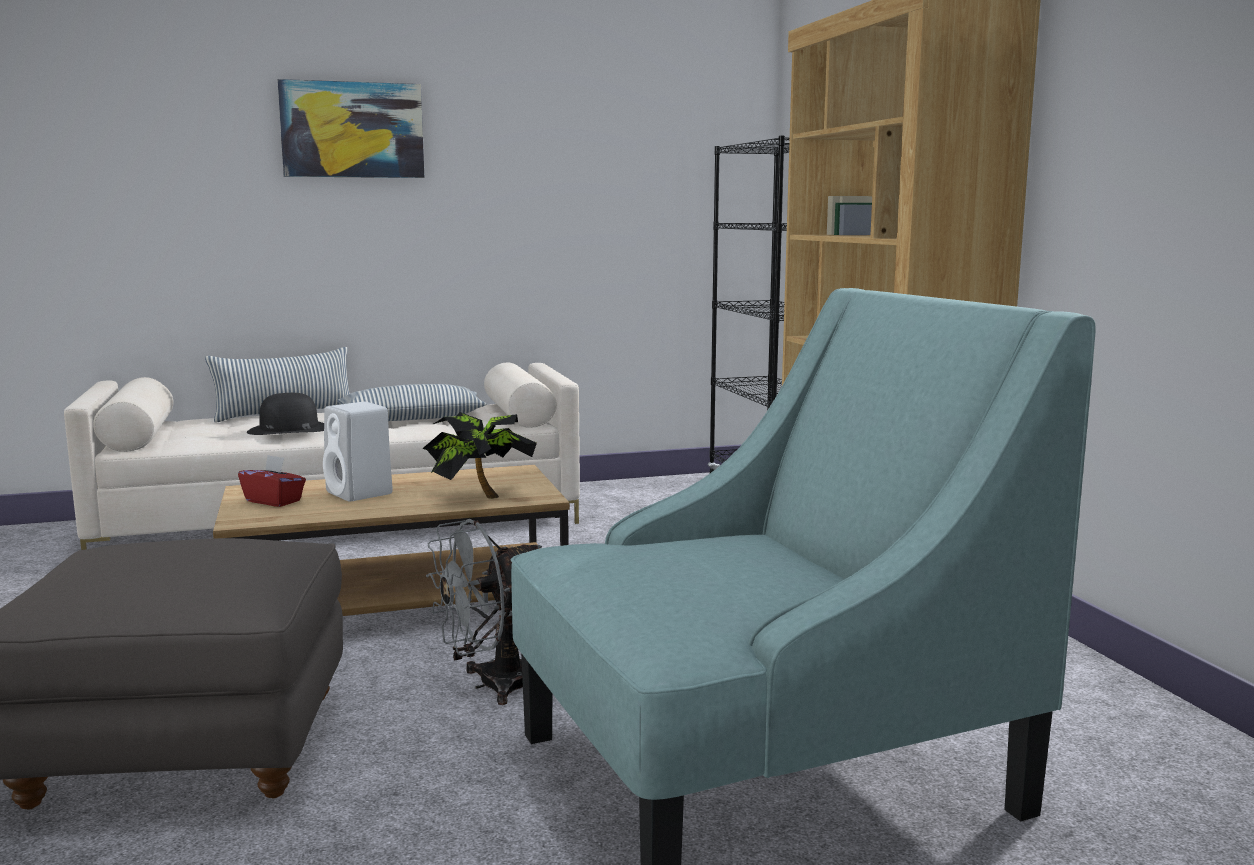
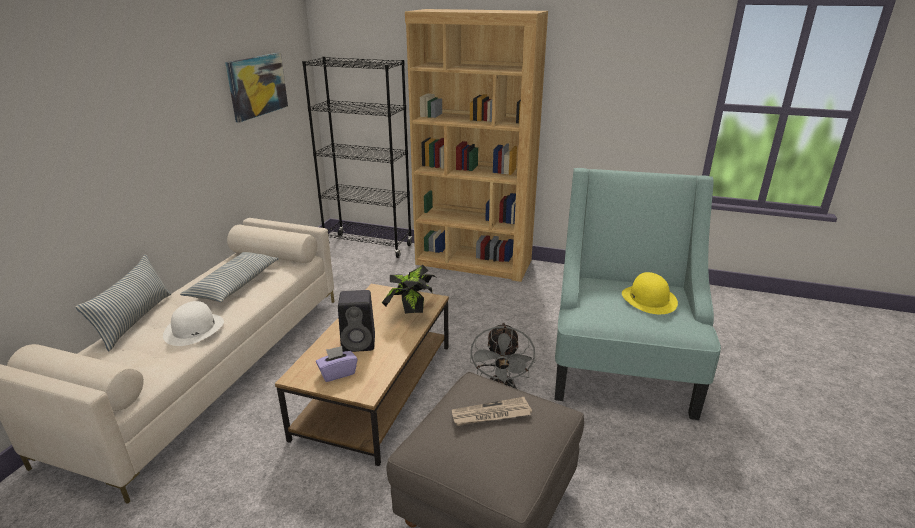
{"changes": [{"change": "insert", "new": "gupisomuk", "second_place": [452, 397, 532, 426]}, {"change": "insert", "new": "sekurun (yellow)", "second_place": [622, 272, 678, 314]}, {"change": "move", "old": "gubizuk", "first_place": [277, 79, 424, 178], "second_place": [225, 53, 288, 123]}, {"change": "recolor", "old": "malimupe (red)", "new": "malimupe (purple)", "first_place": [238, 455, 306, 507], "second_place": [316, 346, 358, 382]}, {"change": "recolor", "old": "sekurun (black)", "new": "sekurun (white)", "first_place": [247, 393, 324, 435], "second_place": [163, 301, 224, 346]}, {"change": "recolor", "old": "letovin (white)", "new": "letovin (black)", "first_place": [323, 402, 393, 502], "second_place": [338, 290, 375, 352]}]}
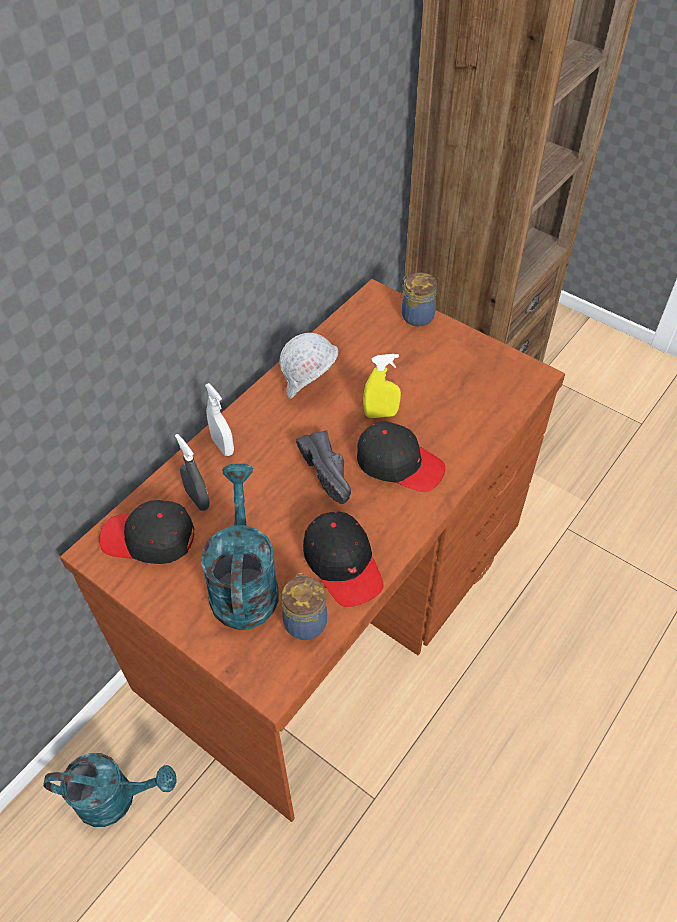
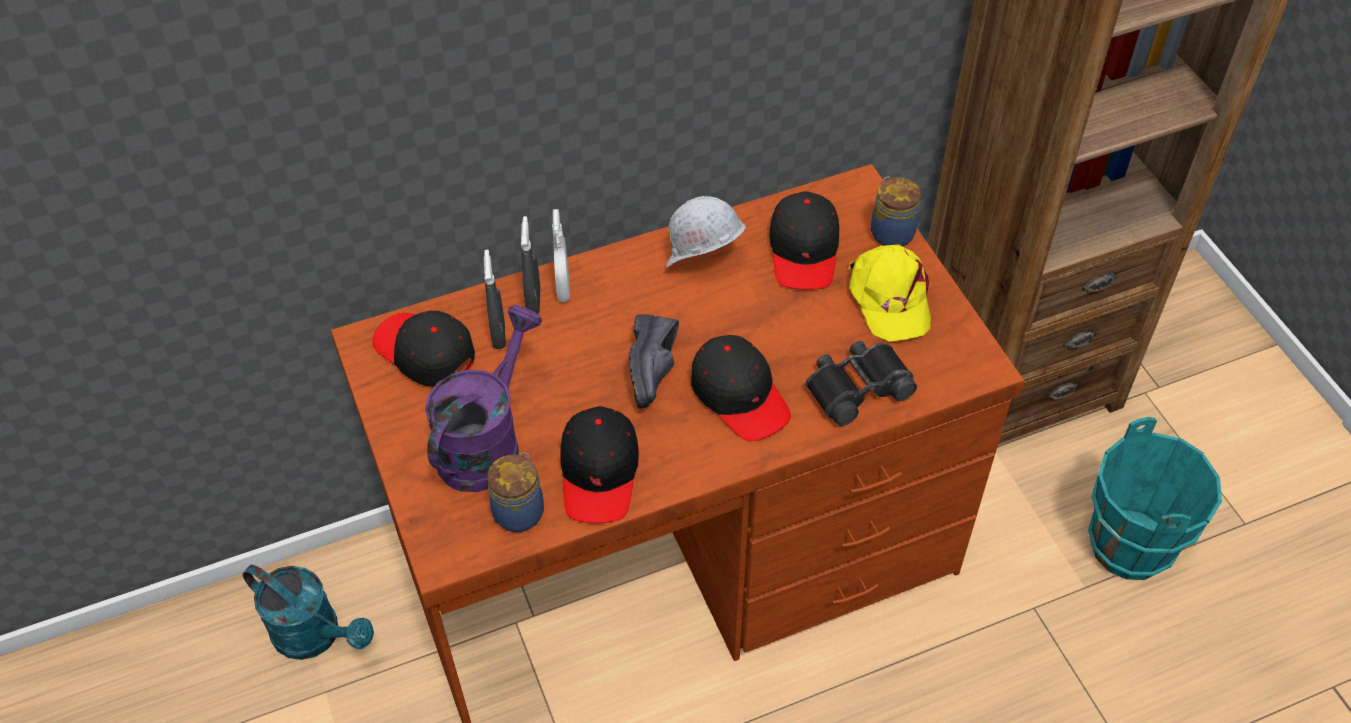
{"changes": [{"change": "delete", "old": "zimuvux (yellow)", "first_place": [363, 354, 401, 418]}, {"change": "insert", "new": "zimuvux (grey)", "second_place": [521, 216, 541, 313]}, {"change": "insert", "new": "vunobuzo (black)", "second_place": [769, 191, 839, 290]}, {"change": "insert", "new": "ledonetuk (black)", "second_place": [806, 341, 917, 426]}, {"change": "insert", "new": "vunobuzo (yellow)", "second_place": [848, 244, 931, 342]}, {"change": "insert", "new": "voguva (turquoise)", "second_place": [1088, 417, 1222, 580]}, {"change": "recolor", "old": "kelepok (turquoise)", "new": "kelepok (purple)", "first_place": [201, 463, 279, 630], "second_place": [425, 305, 543, 492]}]}
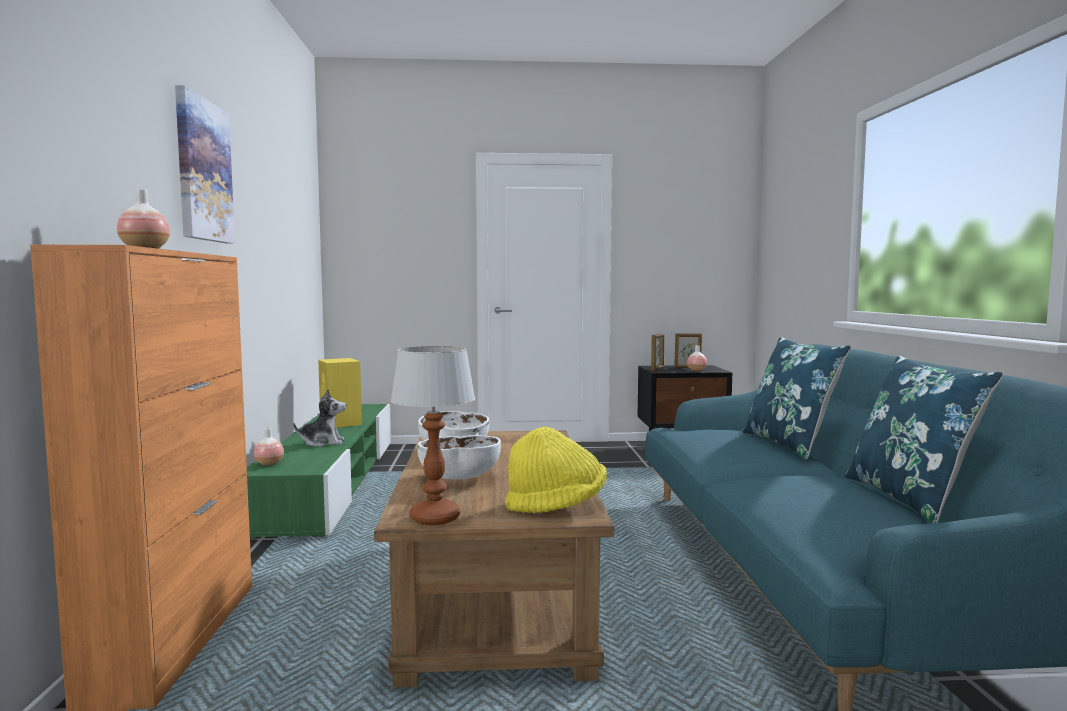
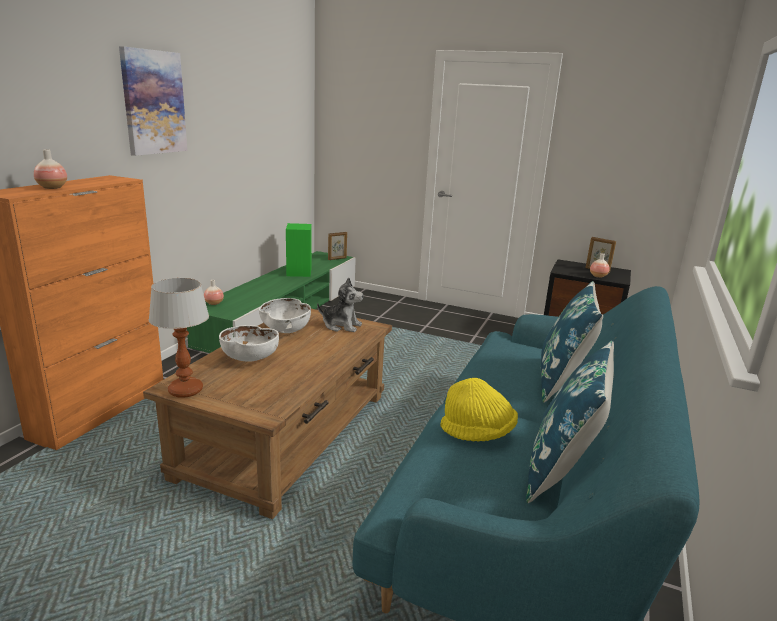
{"changes": [{"change": "move", "old": "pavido", "first_place": [293, 389, 346, 447], "second_place": [317, 277, 364, 332]}, {"change": "move", "old": "sekurun (yellow)", "first_place": [505, 427, 607, 513], "second_place": [440, 378, 518, 441]}, {"change": "move", "old": "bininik", "first_place": [651, 333, 664, 371], "second_place": [328, 232, 347, 260]}, {"change": "recolor", "old": "letovin (yellow)", "new": "letovin (green)", "first_place": [318, 358, 362, 428], "second_place": [286, 223, 311, 277]}]}
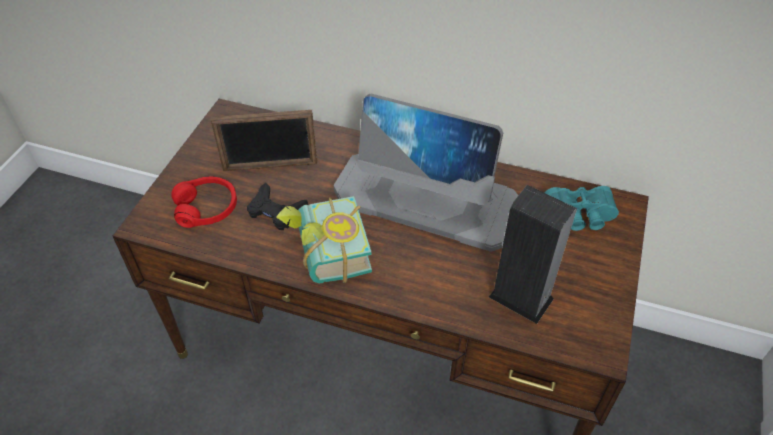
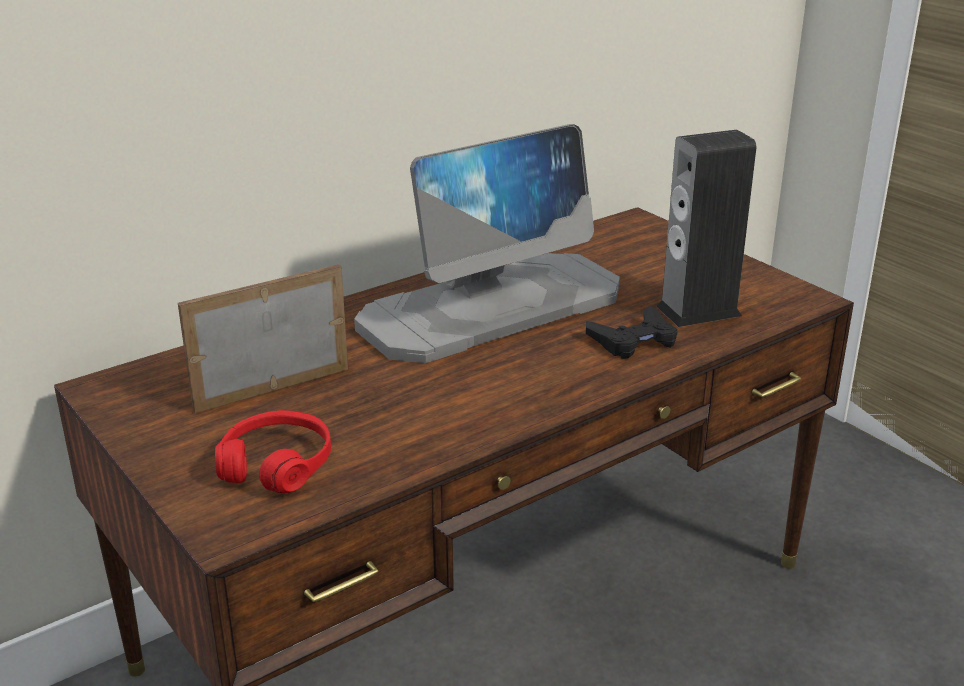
{"changes": [{"change": "delete", "old": "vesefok", "first_place": [276, 196, 372, 283]}, {"change": "delete", "old": "ledonetuk (turquoise)", "first_place": [544, 186, 619, 231]}, {"change": "move", "old": "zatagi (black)", "first_place": [247, 183, 308, 230], "second_place": [586, 306, 677, 359]}, {"change": "rotate", "old": "bininik", "first_place": [210, 110, 318, 171], "second_place": [178, 264, 348, 413], "degrees": -150}]}
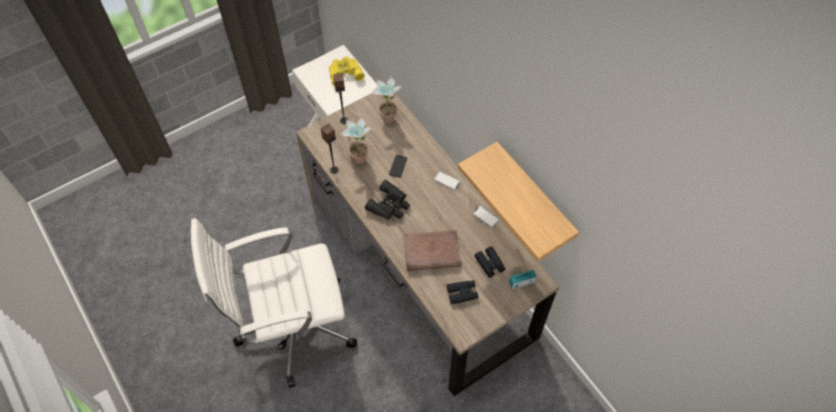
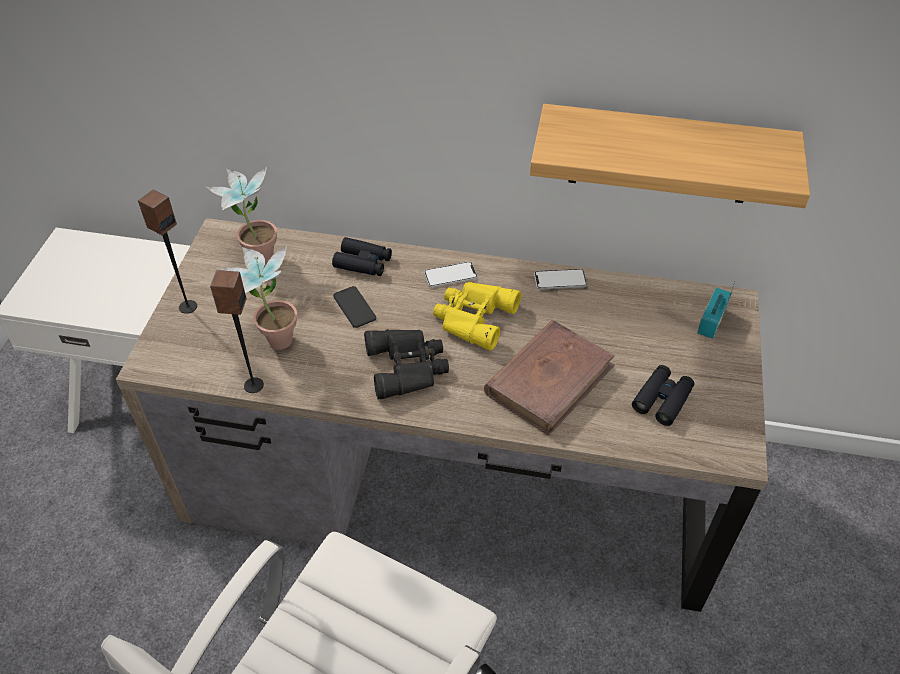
{"changes": [{"change": "move", "old": "ledonetuk (yellow)", "first_place": [329, 57, 365, 86], "second_place": [433, 282, 521, 351]}, {"change": "move", "old": "ledonetuk (black)", "first_place": [475, 246, 505, 278], "second_place": [332, 237, 392, 276]}]}
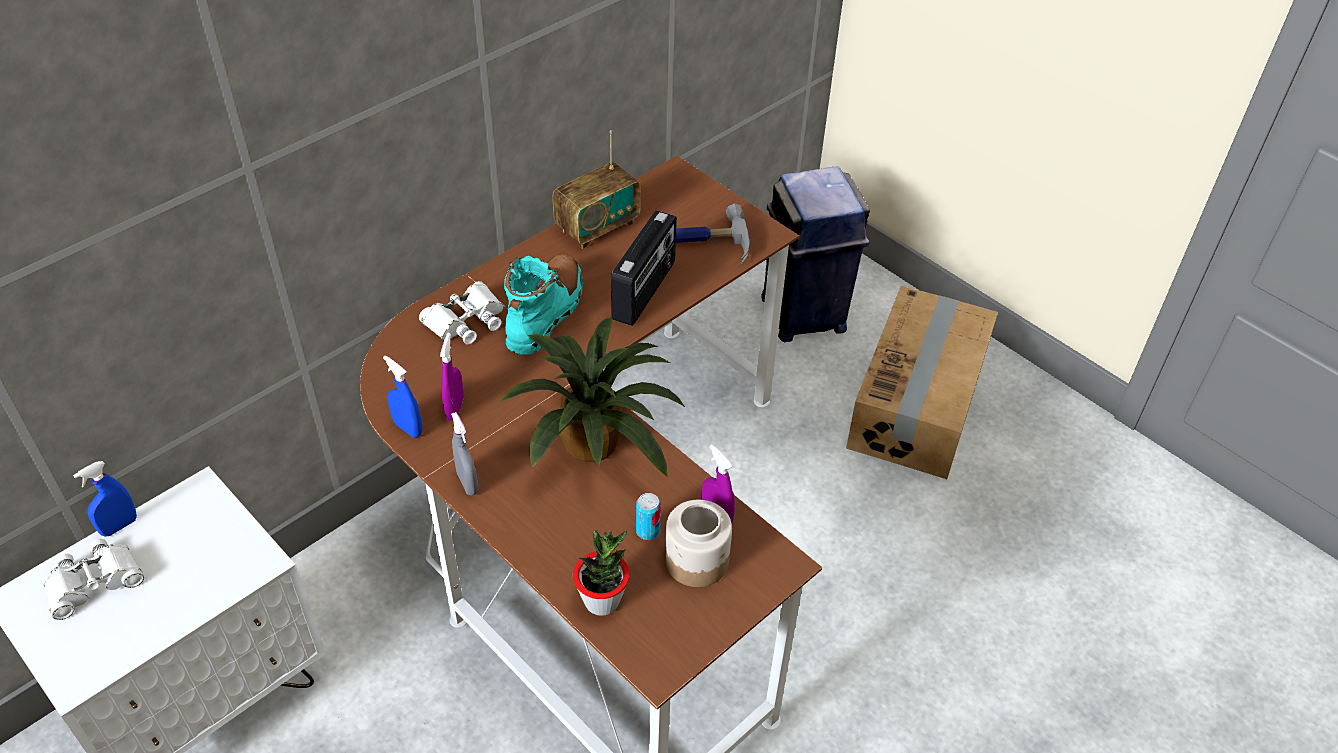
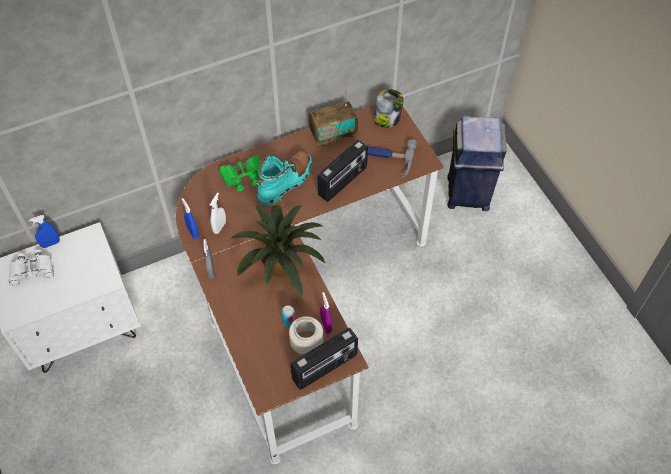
{"changes": [{"change": "delete", "old": "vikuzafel", "first_place": [573, 530, 630, 616]}, {"change": "delete", "old": "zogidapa", "first_place": [846, 286, 998, 479]}, {"change": "insert", "new": "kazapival", "second_place": [291, 328, 358, 390]}, {"change": "insert", "new": "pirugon", "second_place": [373, 89, 404, 128]}, {"change": "recolor", "old": "ledonetuk (white)", "new": "ledonetuk (green)", "first_place": [419, 281, 504, 344], "second_place": [219, 156, 261, 191]}, {"change": "recolor", "old": "zimuvux (purple)", "new": "zimuvux (white)", "first_place": [440, 333, 464, 421], "second_place": [210, 193, 226, 234]}]}
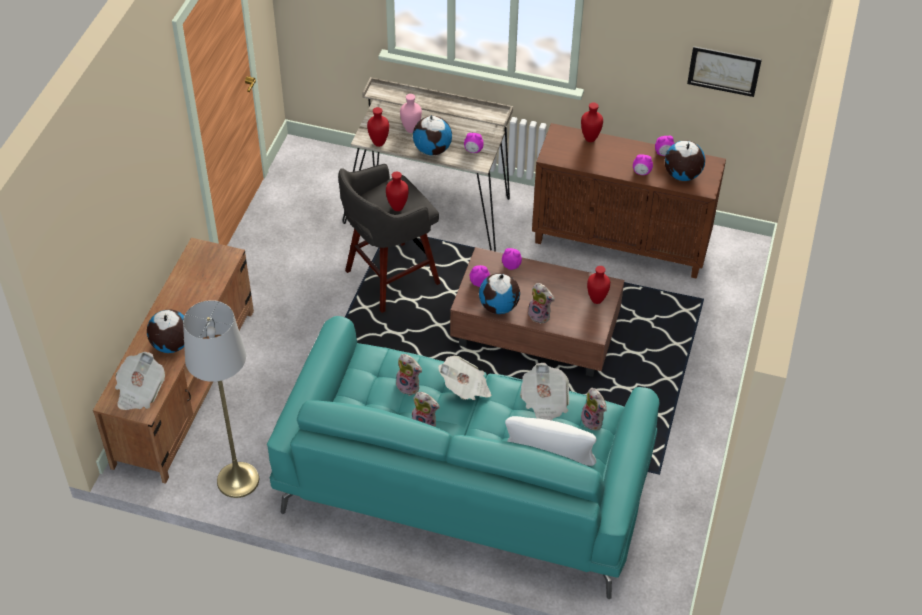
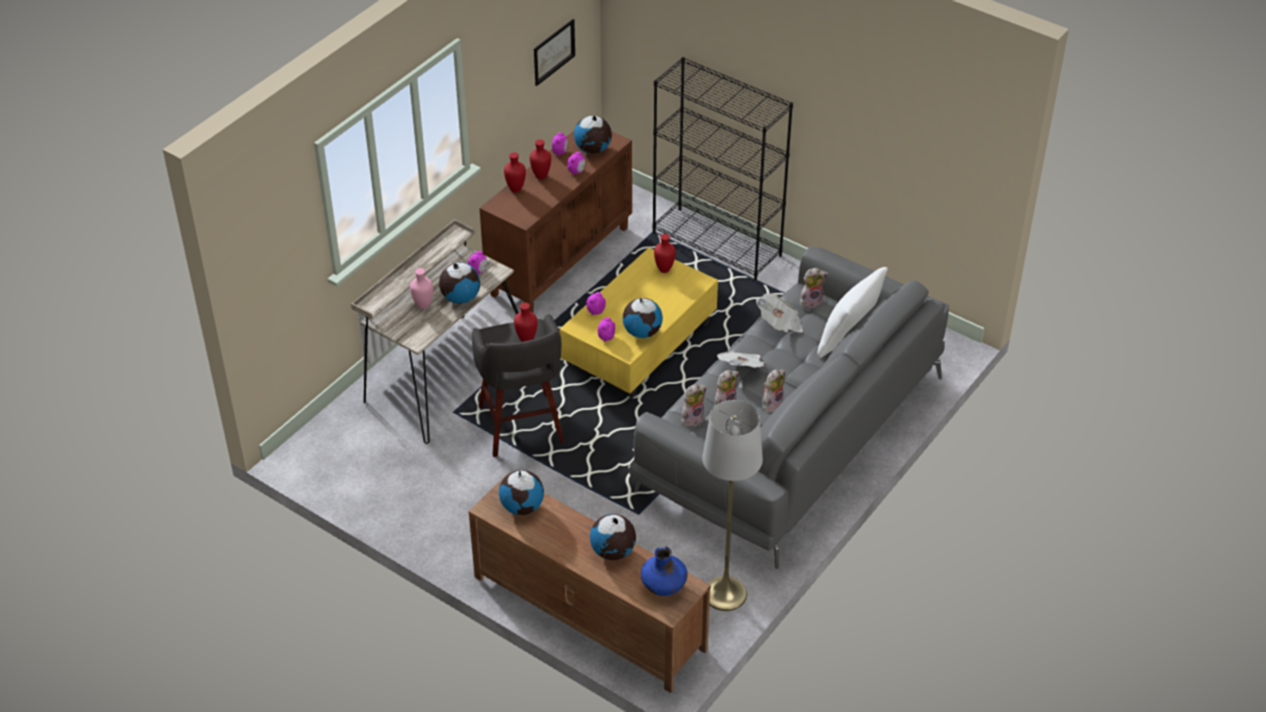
{"changes": [{"change": "insert", "new": "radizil", "second_place": [499, 470, 544, 515]}, {"change": "insert", "new": "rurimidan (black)", "second_place": [652, 57, 793, 281]}, {"change": "move", "old": "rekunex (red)", "first_place": [367, 107, 389, 147], "second_place": [530, 139, 551, 180]}, {"change": "move", "old": "pavido", "first_place": [528, 283, 555, 324], "second_place": [681, 384, 707, 427]}, {"change": "replace", "old": "gupisomuk", "new": "rekunex (blue)", "first_place": [115, 352, 165, 410], "second_place": [641, 546, 687, 596]}, {"change": "recolor", "old": "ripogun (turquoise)", "new": "ripogun (grey)", "first_place": [267, 316, 660, 599], "second_place": [629, 247, 949, 569]}, {"change": "recolor", "old": "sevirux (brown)", "new": "sevirux (yellow)", "first_place": [450, 247, 624, 377], "second_place": [559, 247, 718, 399]}]}
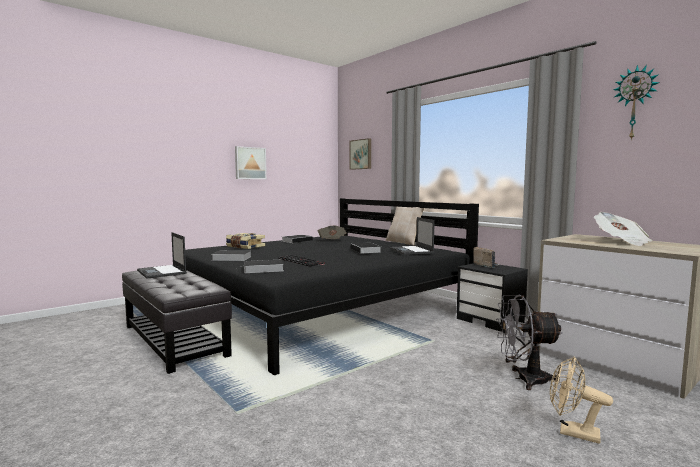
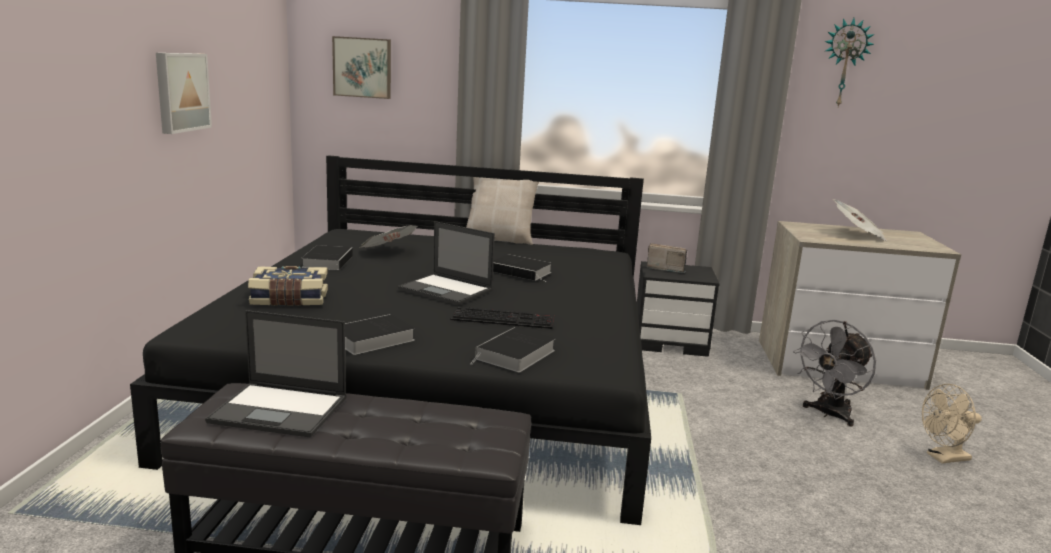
{"changes": [{"change": "move", "old": "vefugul", "first_place": [389, 217, 435, 255], "second_place": [398, 221, 495, 305]}]}
